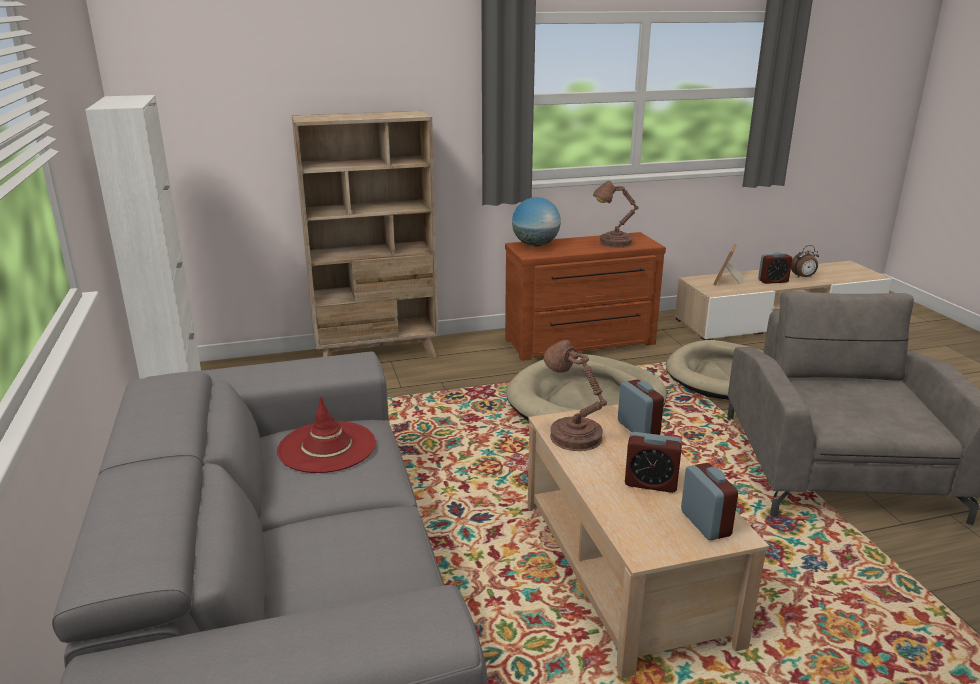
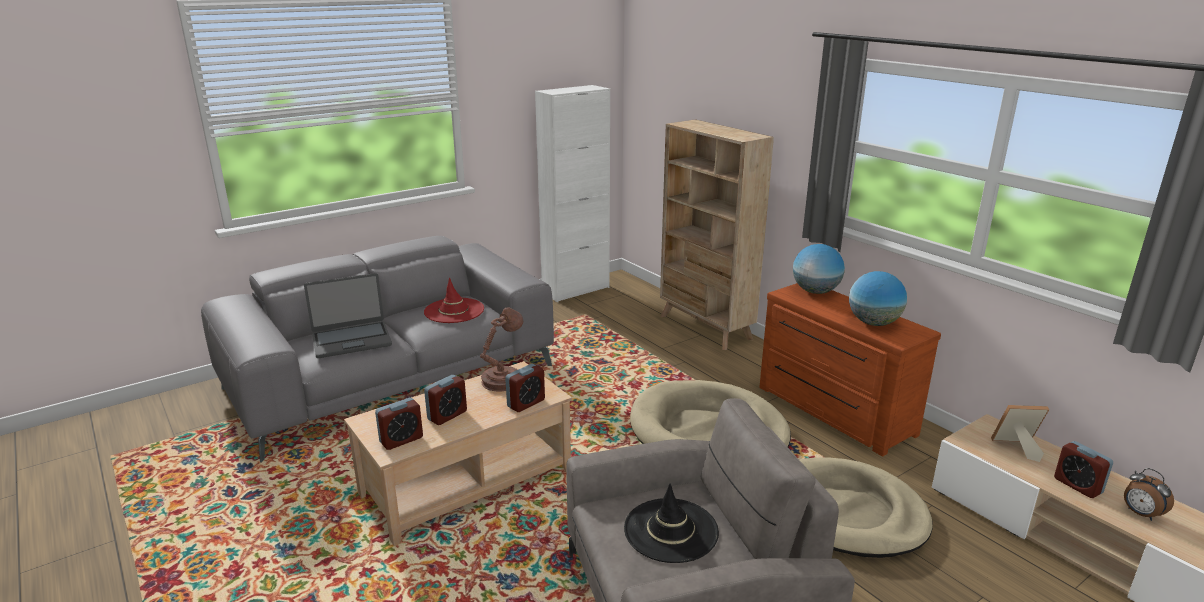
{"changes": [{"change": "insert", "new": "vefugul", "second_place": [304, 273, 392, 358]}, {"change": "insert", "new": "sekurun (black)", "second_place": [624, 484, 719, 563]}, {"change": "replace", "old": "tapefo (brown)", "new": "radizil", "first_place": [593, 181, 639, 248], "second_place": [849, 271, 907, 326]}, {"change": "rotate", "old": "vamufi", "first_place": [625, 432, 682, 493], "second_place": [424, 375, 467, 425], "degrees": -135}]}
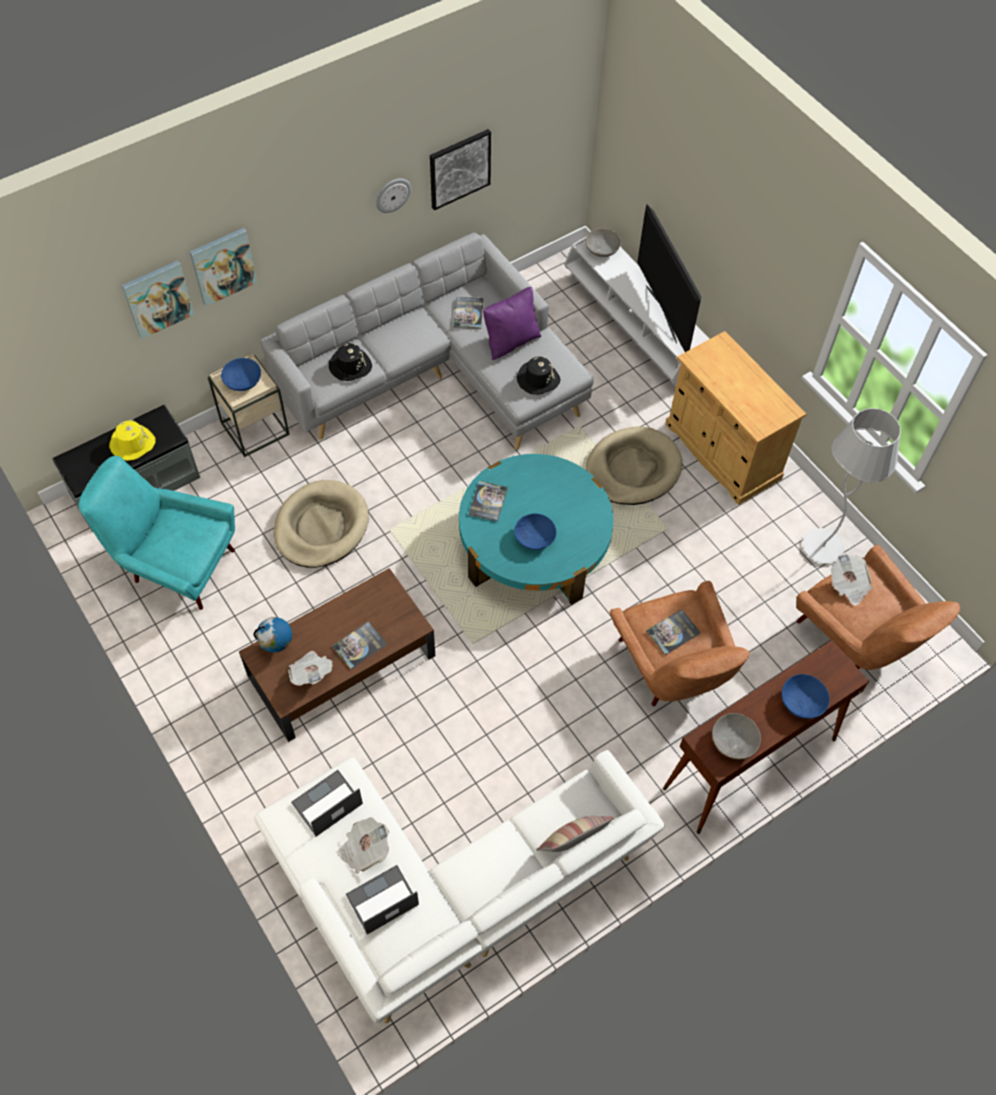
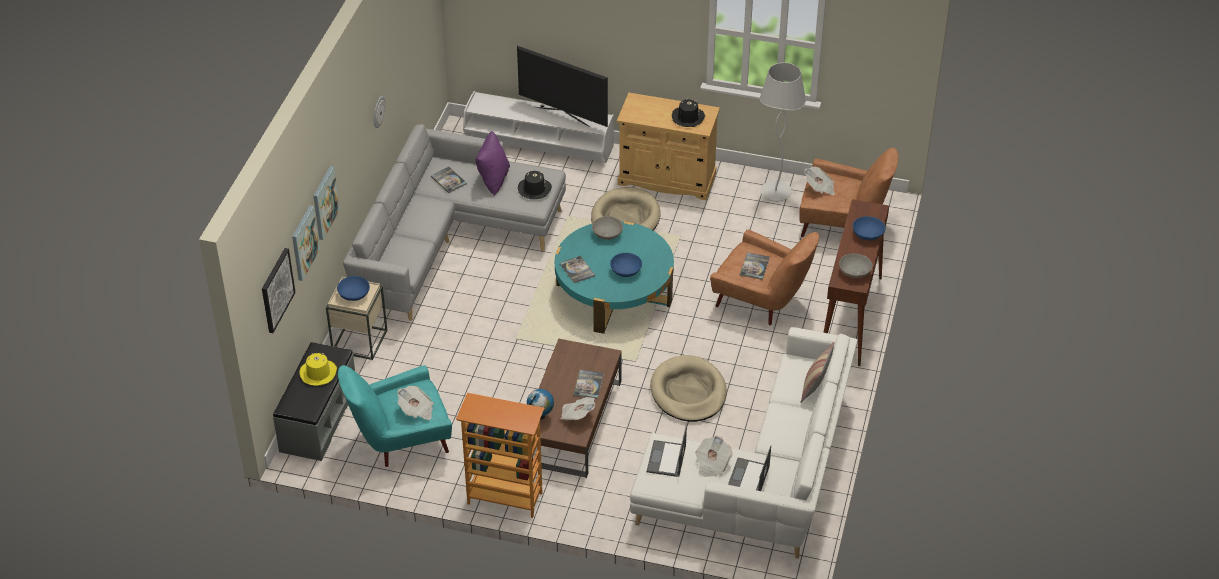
{"changes": [{"change": "insert", "new": "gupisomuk", "second_place": [397, 386, 434, 420]}, {"change": "insert", "new": "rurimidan", "second_place": [456, 393, 544, 518]}, {"change": "move", "old": "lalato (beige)", "first_place": [273, 480, 369, 568], "second_place": [650, 355, 727, 422]}, {"change": "move", "old": "sekurun (black)", "first_place": [329, 343, 372, 381], "second_place": [672, 99, 705, 127]}, {"change": "move", "old": "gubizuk", "first_place": [430, 129, 491, 210], "second_place": [262, 248, 295, 333]}, {"change": "move", "old": "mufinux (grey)", "first_place": [585, 228, 621, 257], "second_place": [592, 216, 623, 240]}]}
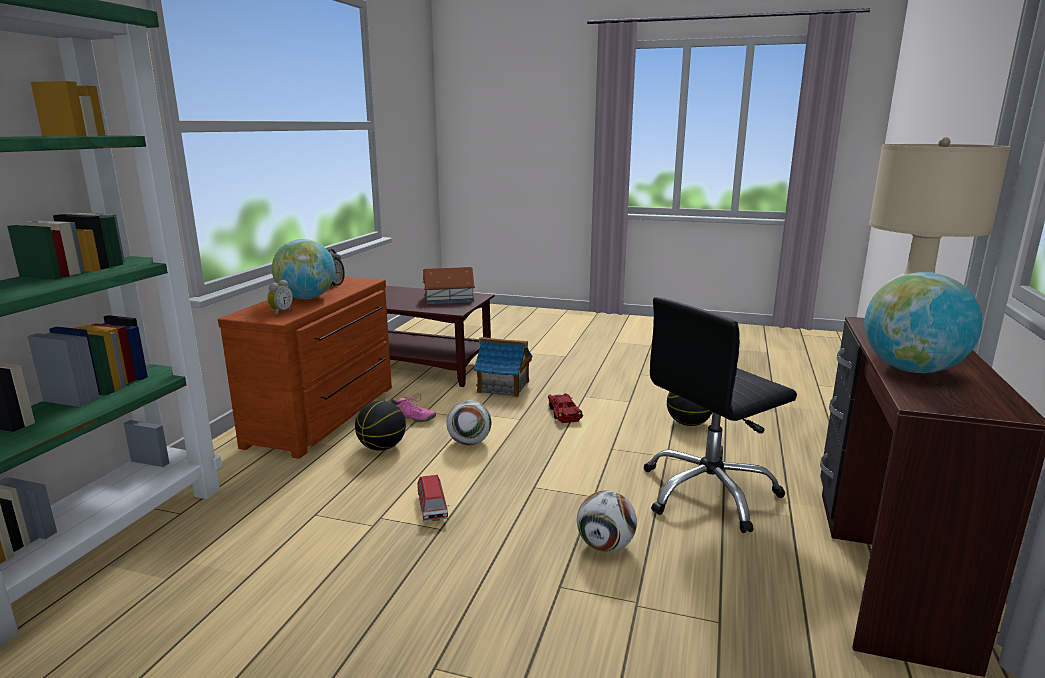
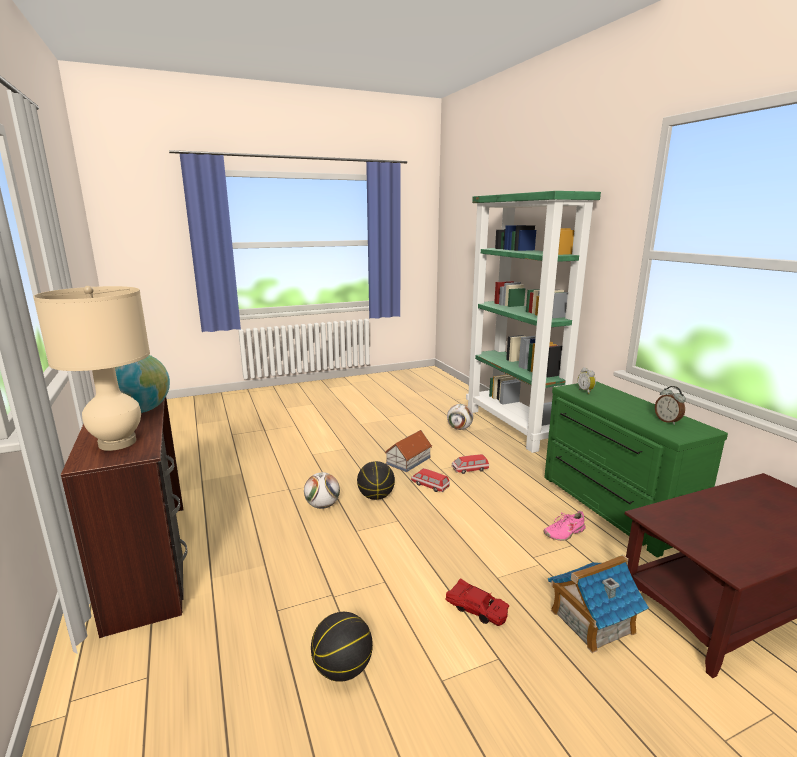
{"changes": [{"change": "delete", "old": "radizil", "first_place": [272, 239, 335, 299]}, {"change": "delete", "old": "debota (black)", "first_place": [643, 297, 797, 533]}, {"change": "insert", "new": "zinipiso", "second_place": [451, 454, 489, 474]}, {"change": "move", "old": "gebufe", "first_place": [355, 400, 406, 451], "second_place": [357, 461, 395, 500]}, {"change": "move", "old": "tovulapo", "first_place": [422, 267, 475, 304], "second_place": [385, 430, 432, 472]}, {"change": "move", "old": "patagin", "first_place": [447, 400, 491, 445], "second_place": [447, 404, 473, 430]}, {"change": "recolor", "old": "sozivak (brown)", "new": "sozivak (green)", "first_place": [218, 277, 392, 459], "second_place": [544, 381, 728, 558]}]}
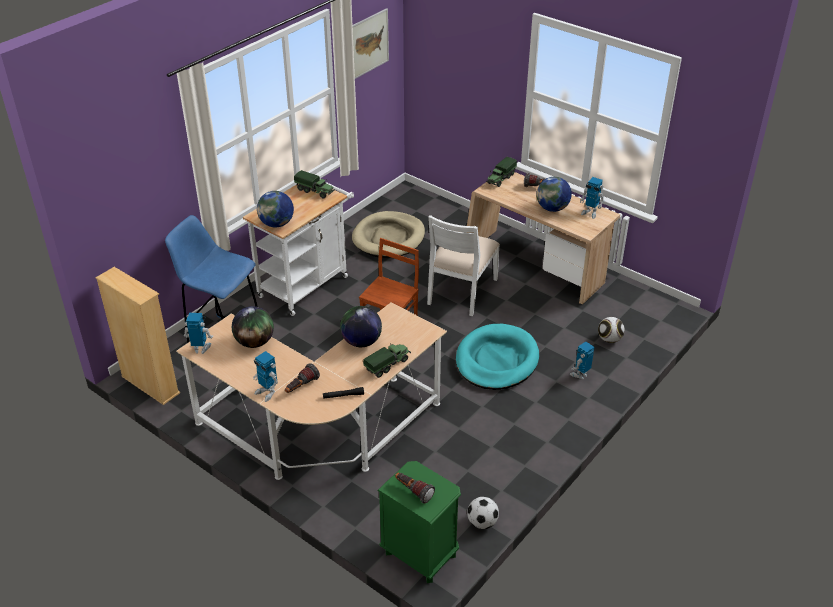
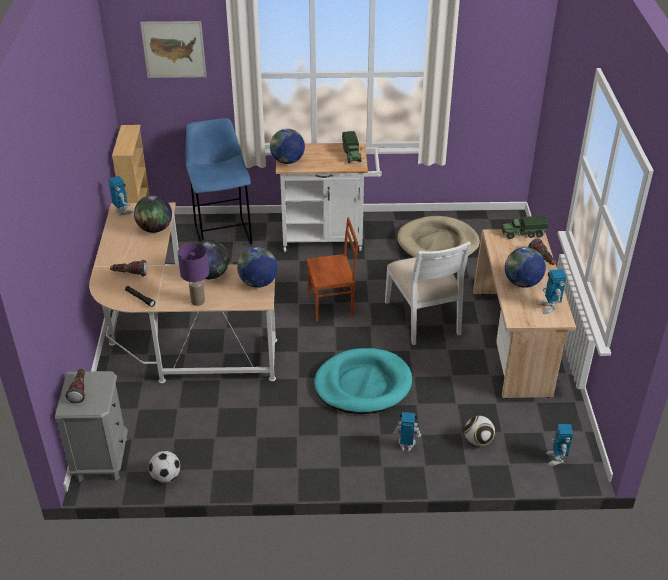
{"changes": [{"change": "insert", "new": "radizil", "second_place": [237, 247, 278, 288]}, {"change": "move", "old": "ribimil", "first_place": [253, 351, 278, 402], "second_place": [546, 424, 573, 466]}, {"change": "move", "old": "gubizuk", "first_place": [352, 8, 389, 79], "second_place": [140, 21, 207, 78]}, {"change": "replace", "old": "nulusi", "new": "tapefo (purple)", "first_place": [363, 343, 411, 378], "second_place": [178, 243, 209, 306]}, {"change": "recolor", "old": "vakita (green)", "new": "vakita (grey)", "first_place": [377, 461, 461, 583], "second_place": [55, 371, 128, 482]}, {"change": "rotate", "old": "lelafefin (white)", "first_place": [427, 215, 500, 316], "second_place": [385, 241, 471, 345], "degrees": -90}]}
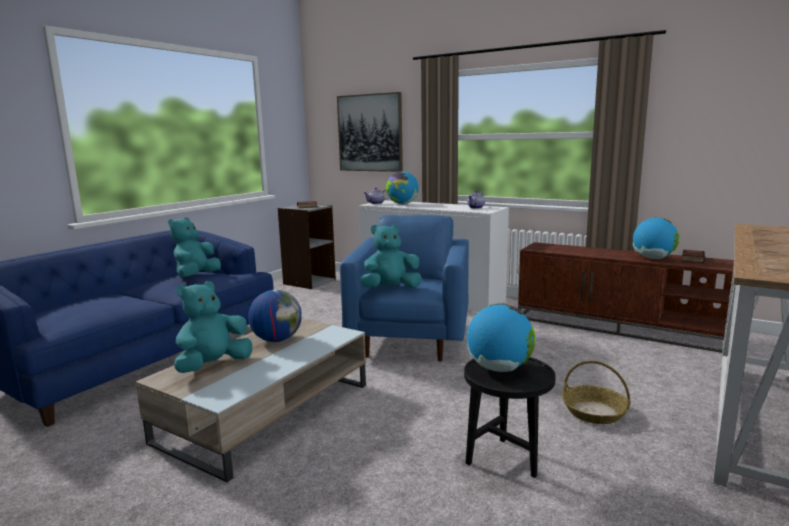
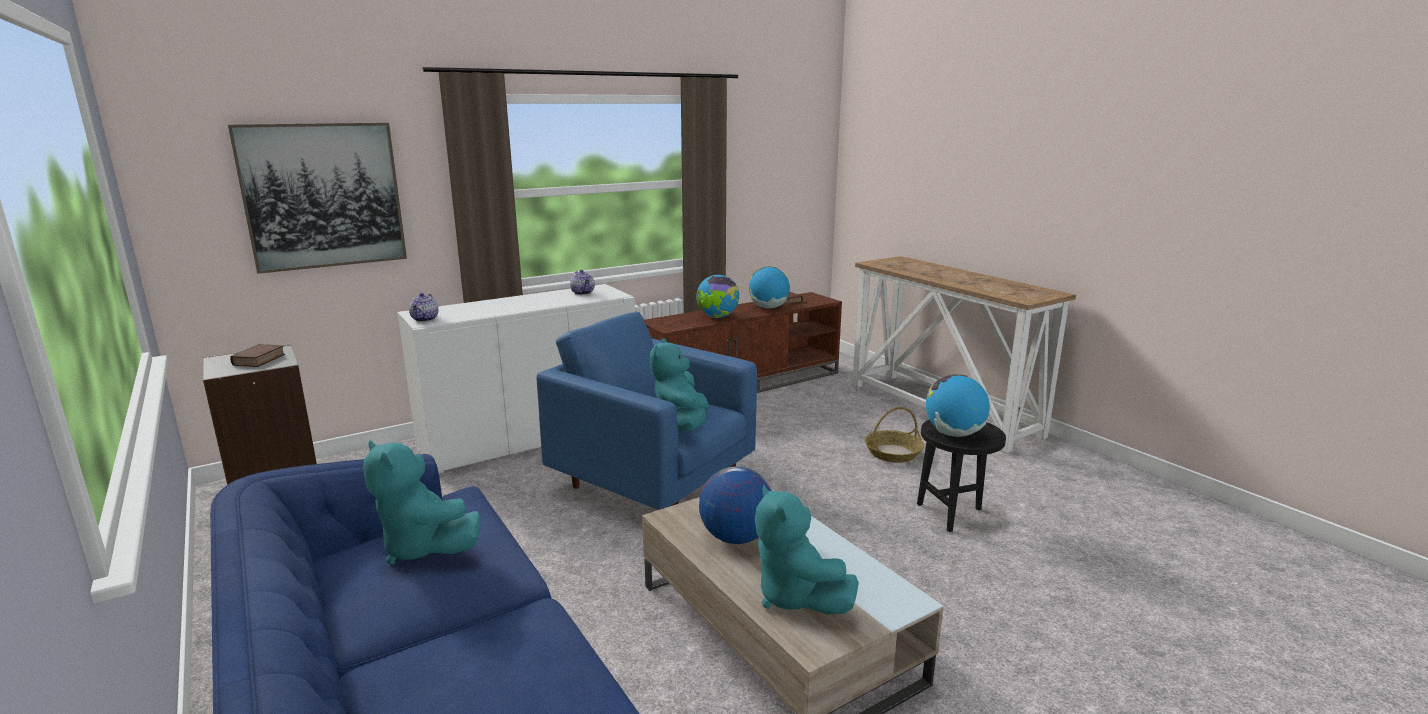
{"changes": [{"change": "move", "old": "radizil", "first_place": [386, 171, 419, 204], "second_place": [696, 275, 739, 318]}]}
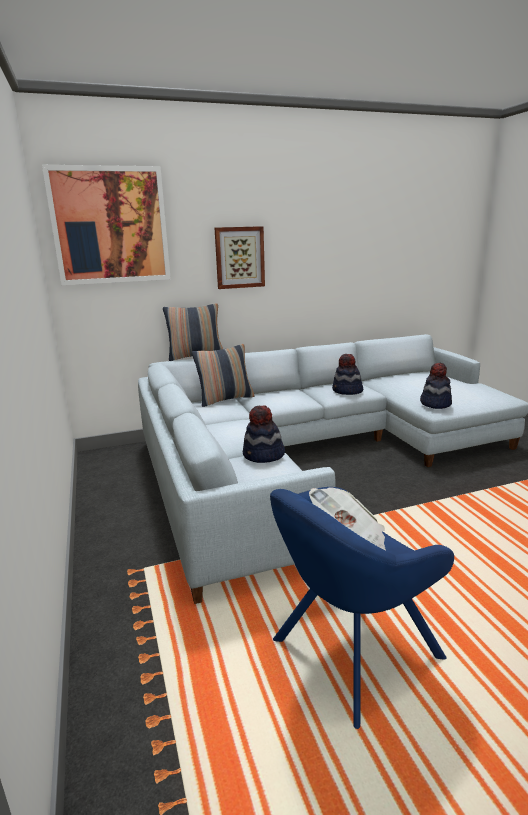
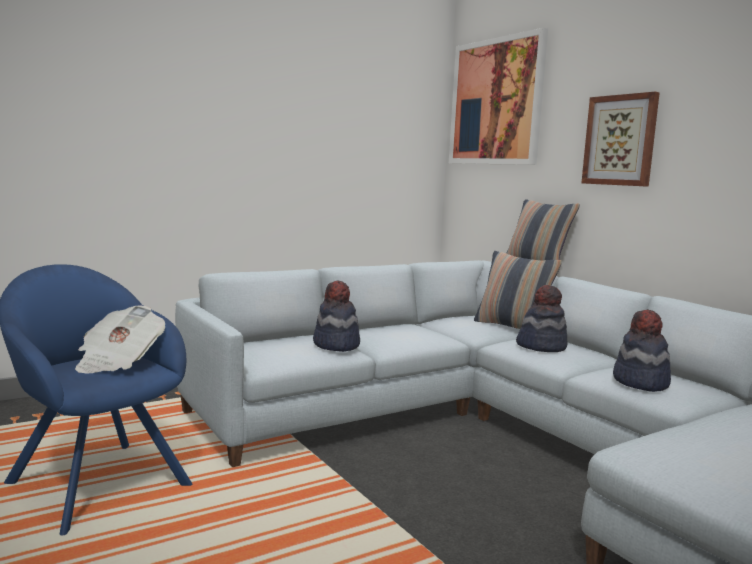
{"changes": [{"change": "move", "old": "sekurun", "first_place": [420, 363, 452, 409], "second_place": [516, 285, 568, 352]}]}
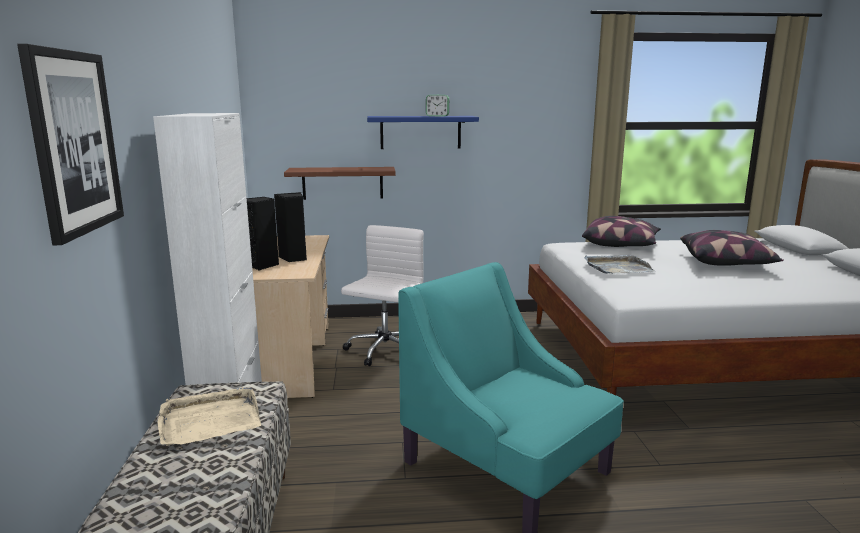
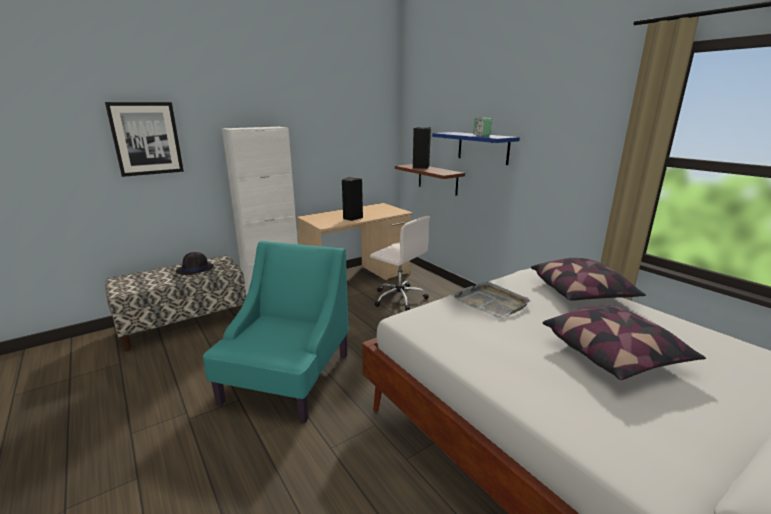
{"changes": [{"change": "move", "old": "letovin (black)", "first_place": [247, 197, 279, 271], "second_place": [413, 127, 431, 169]}, {"change": "replace", "old": "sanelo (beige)", "new": "sekurun (black)", "first_place": [157, 387, 261, 446], "second_place": [176, 252, 214, 275]}, {"change": "rotate", "old": "debota (white)", "first_place": [341, 225, 424, 366], "second_place": [370, 216, 430, 311], "degrees": 45}]}
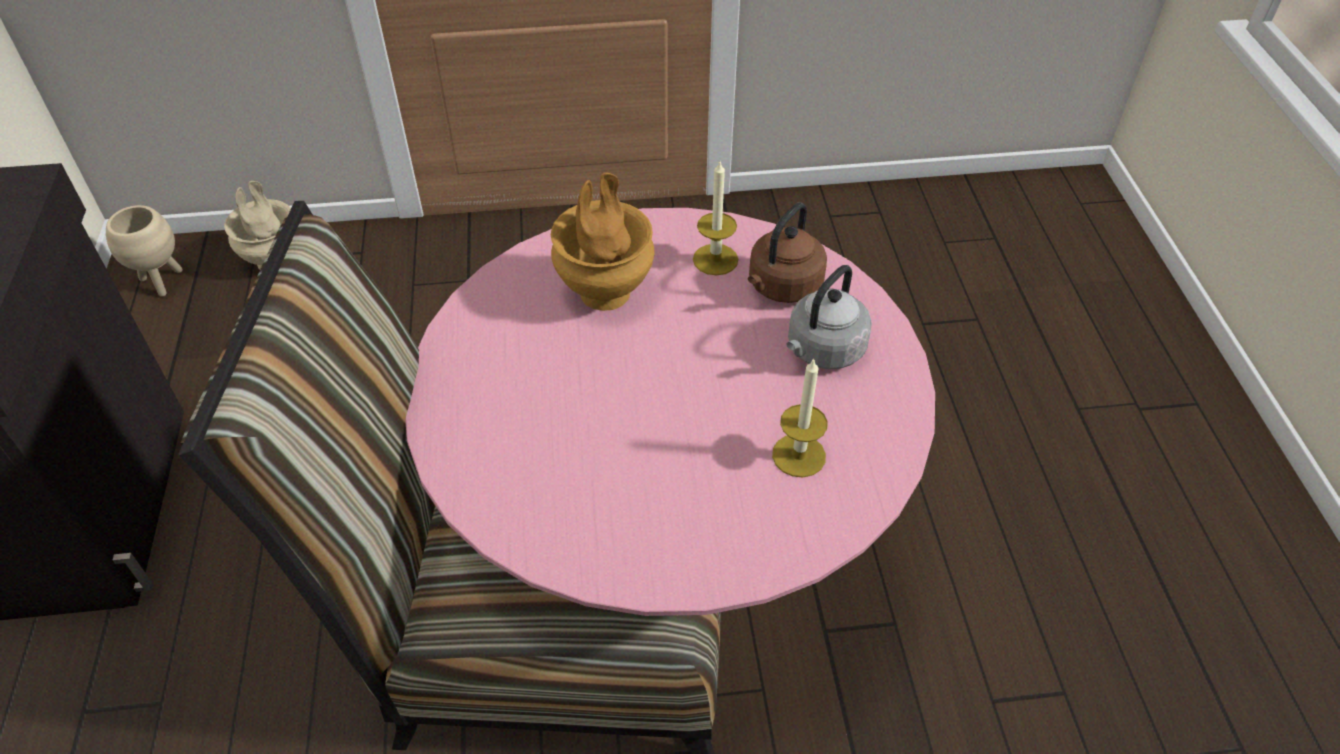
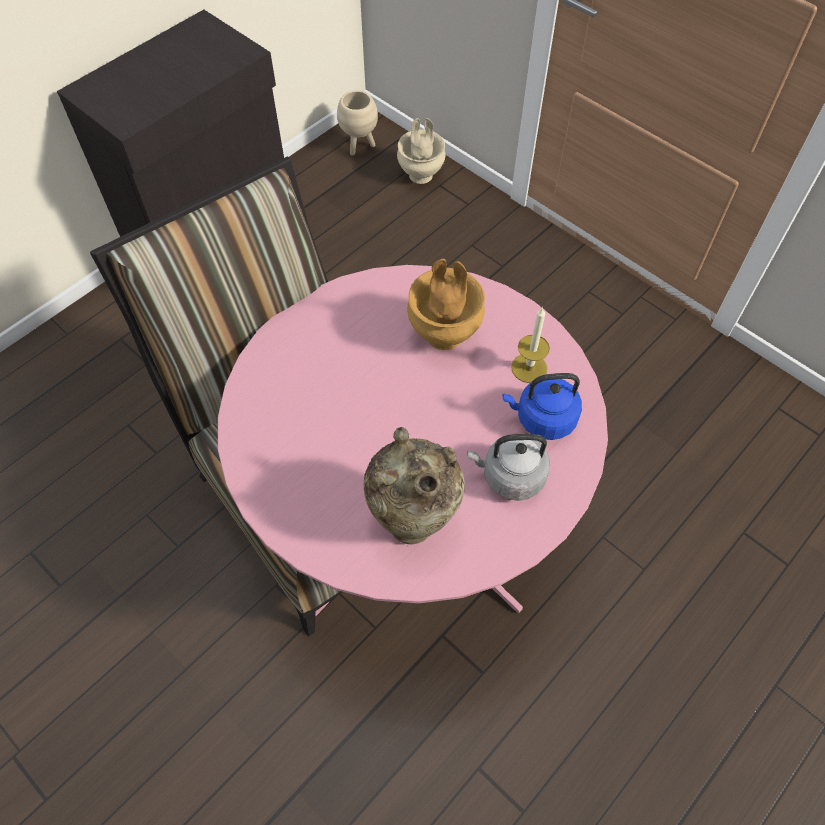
{"changes": [{"change": "replace", "old": "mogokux", "new": "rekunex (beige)", "first_place": [772, 358, 828, 478], "second_place": [363, 427, 465, 545]}, {"change": "recolor", "old": "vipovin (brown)", "new": "vipovin (blue)", "first_place": [748, 202, 827, 303], "second_place": [502, 373, 582, 440]}]}
